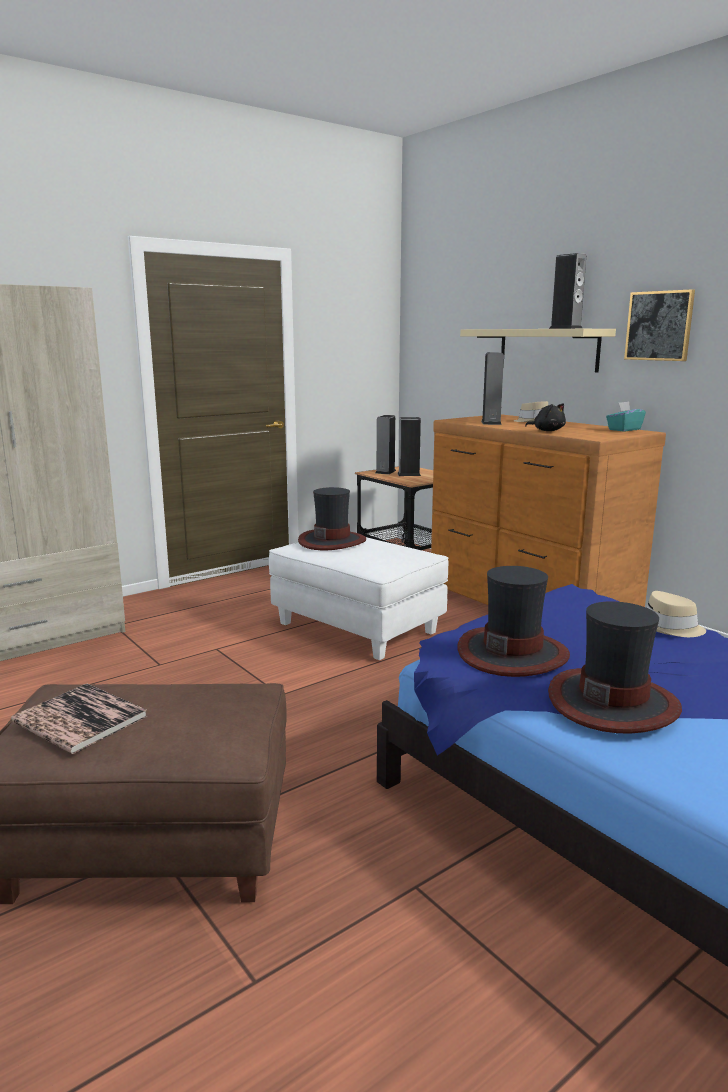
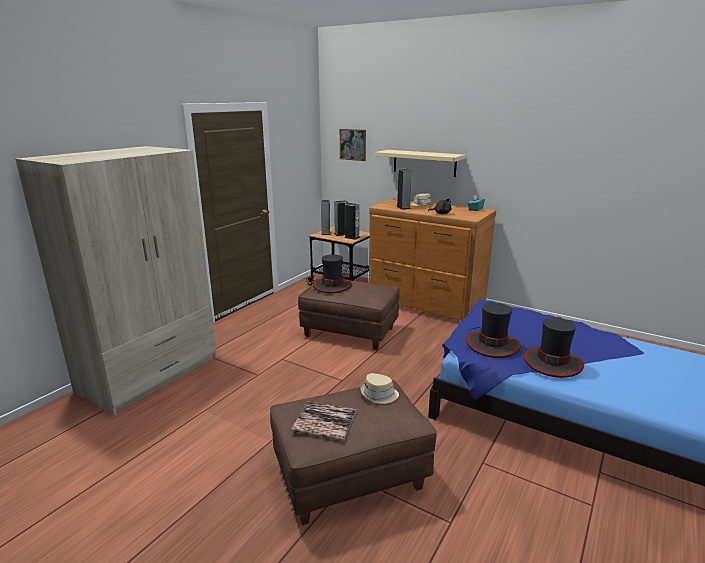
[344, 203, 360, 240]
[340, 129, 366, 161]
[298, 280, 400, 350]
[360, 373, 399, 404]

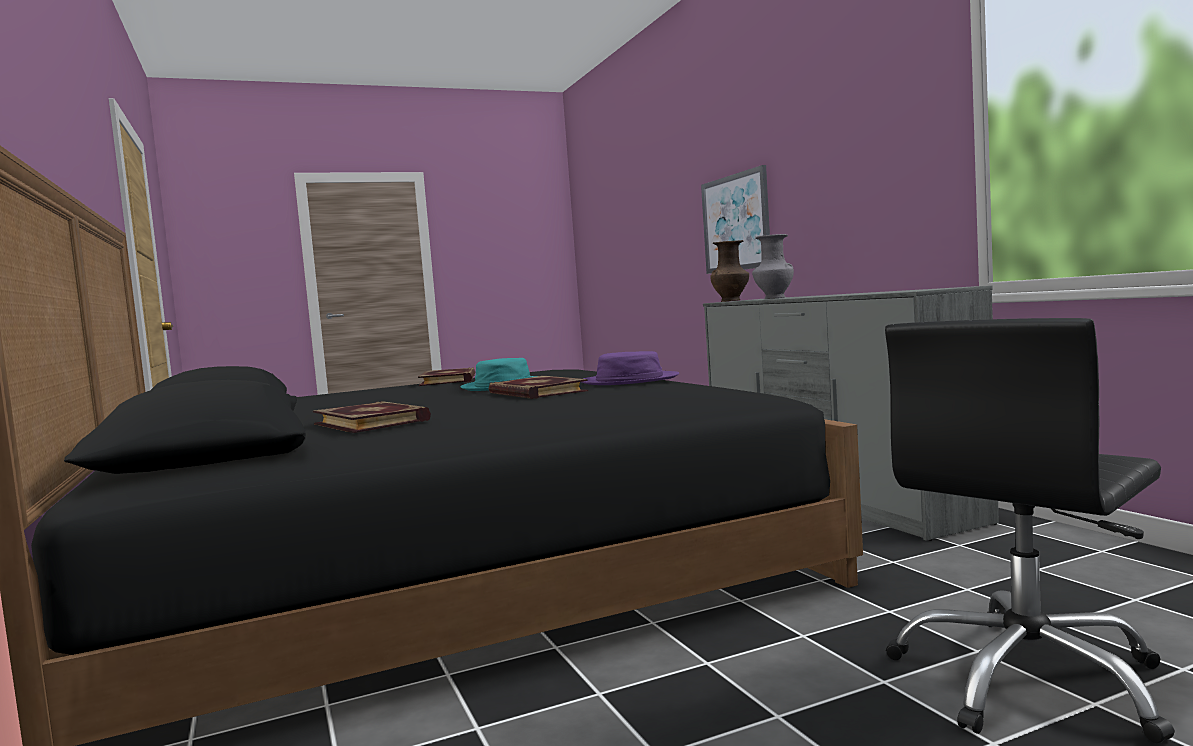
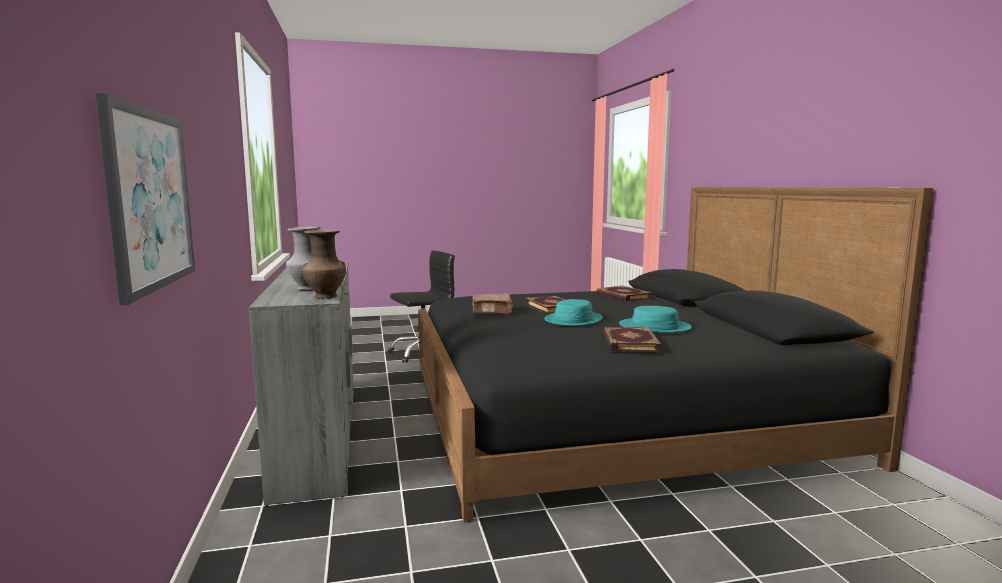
[472, 293, 513, 314]
[619, 306, 692, 333]

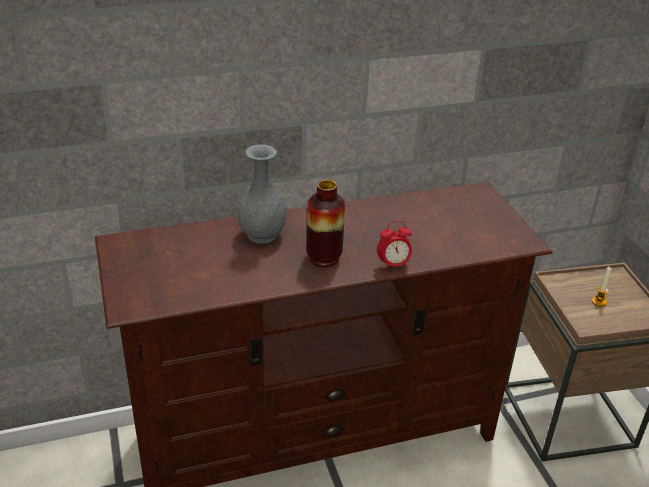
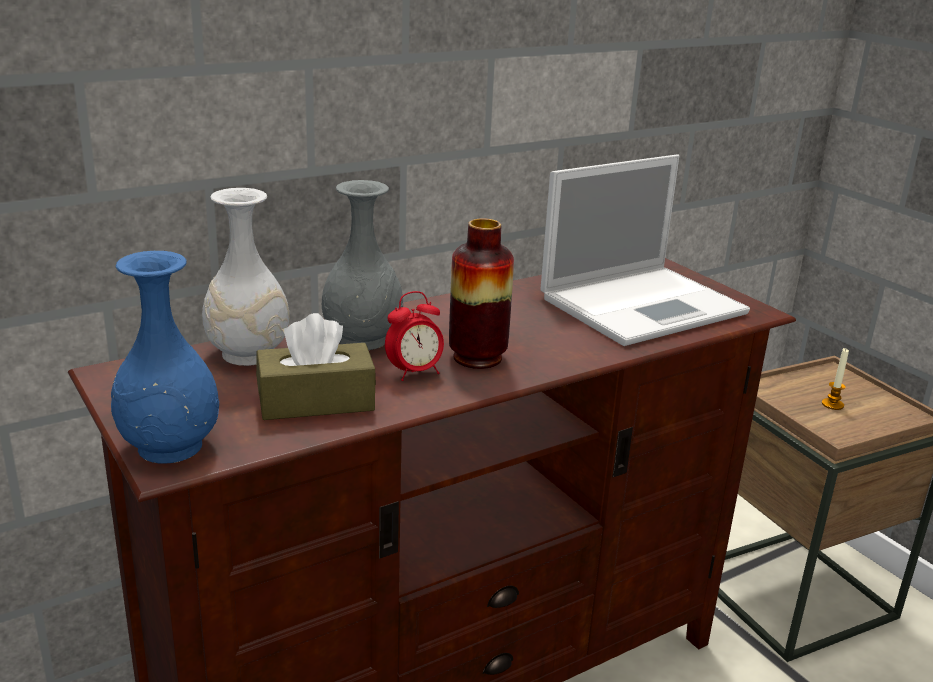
[385, 291, 444, 381]
[540, 154, 750, 346]
[202, 188, 290, 366]
[111, 251, 219, 464]
[256, 313, 376, 420]

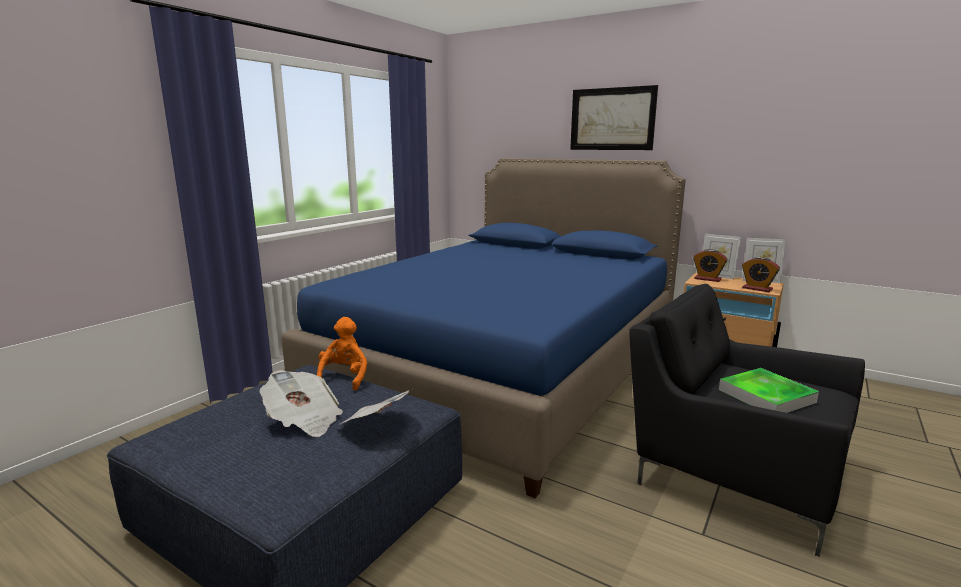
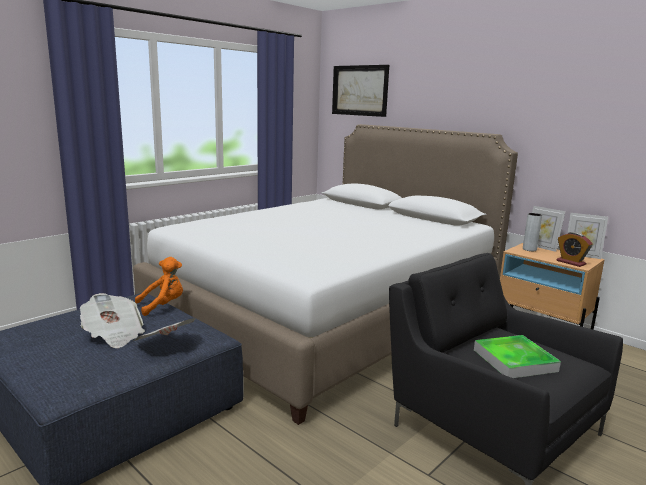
[332, 65, 389, 117]
[133, 124, 518, 425]
[523, 213, 542, 251]
[135, 257, 183, 316]

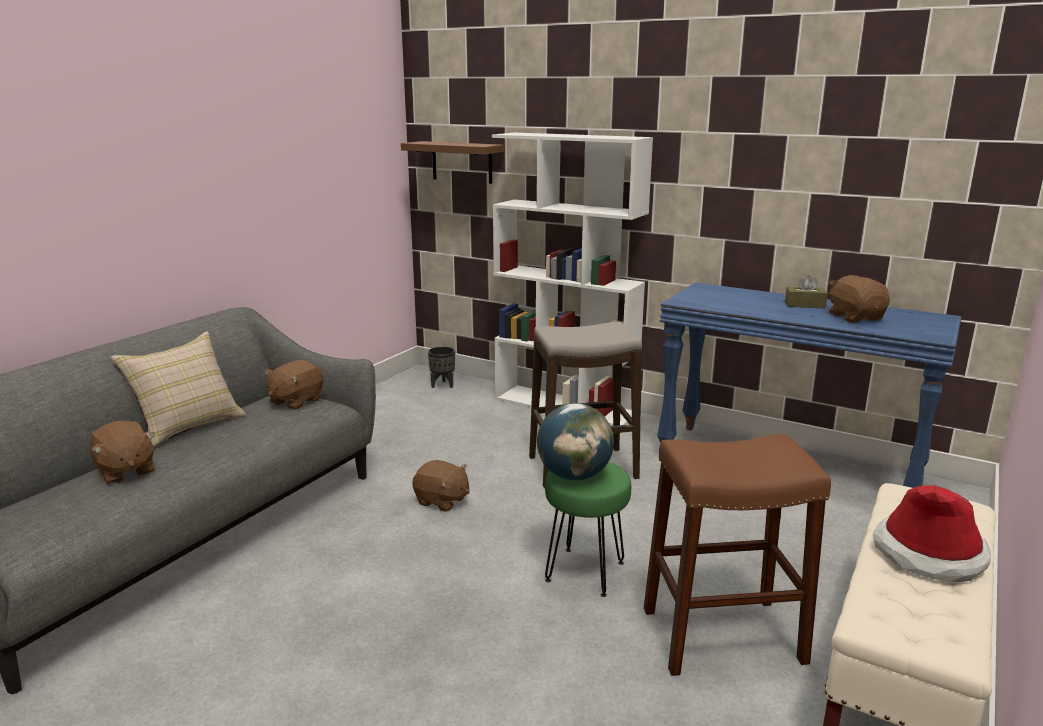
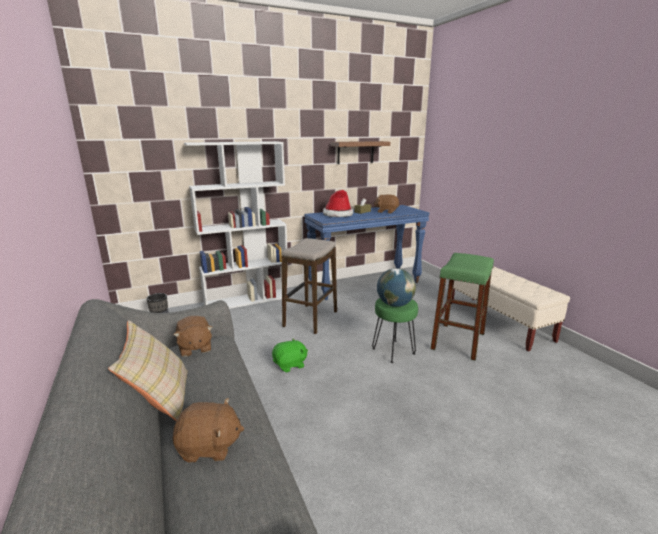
[330, 141, 390, 164]
[431, 253, 494, 361]
[272, 338, 308, 373]
[323, 190, 353, 217]

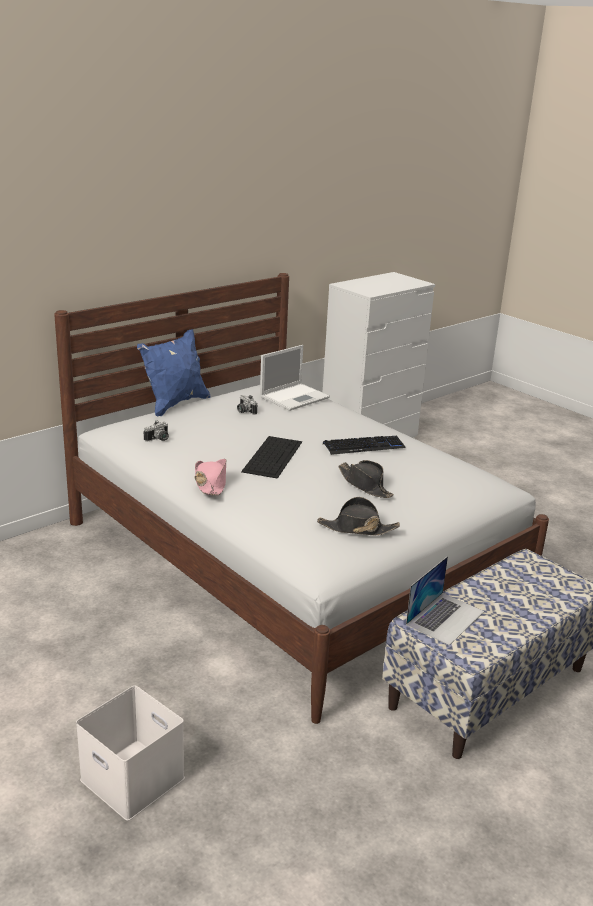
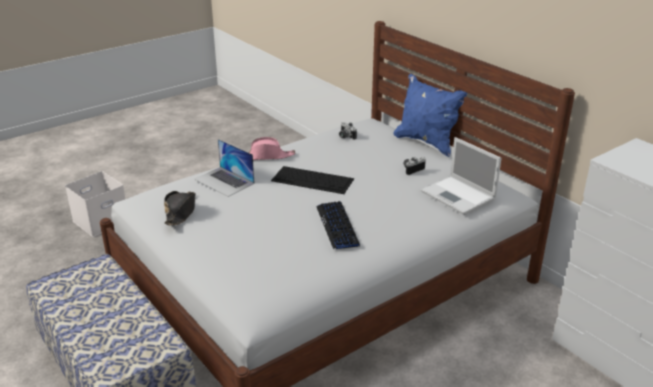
[338, 460, 394, 498] (first image)
[194, 139, 255, 197]

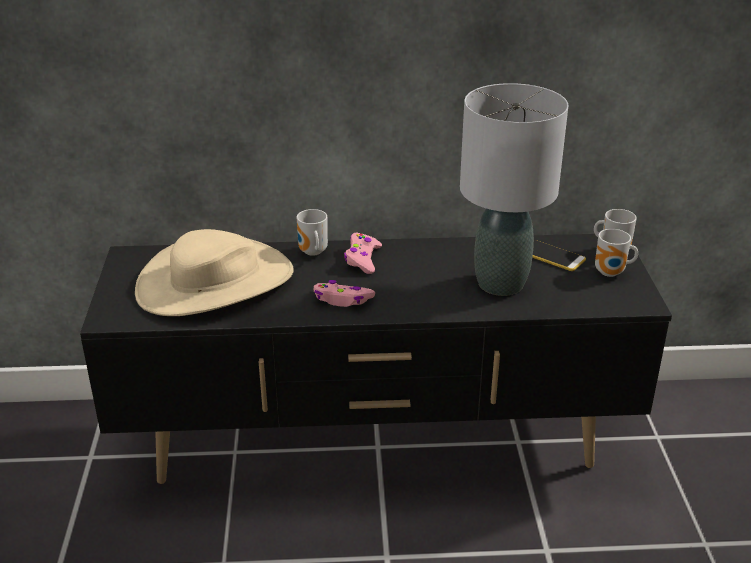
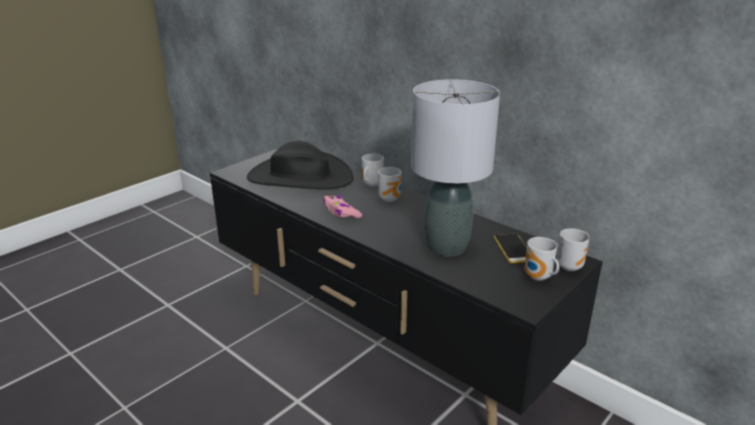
[247, 141, 354, 189]
[378, 167, 401, 202]

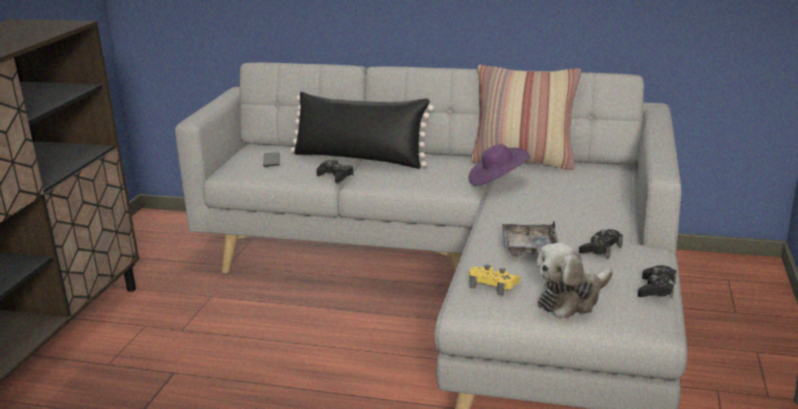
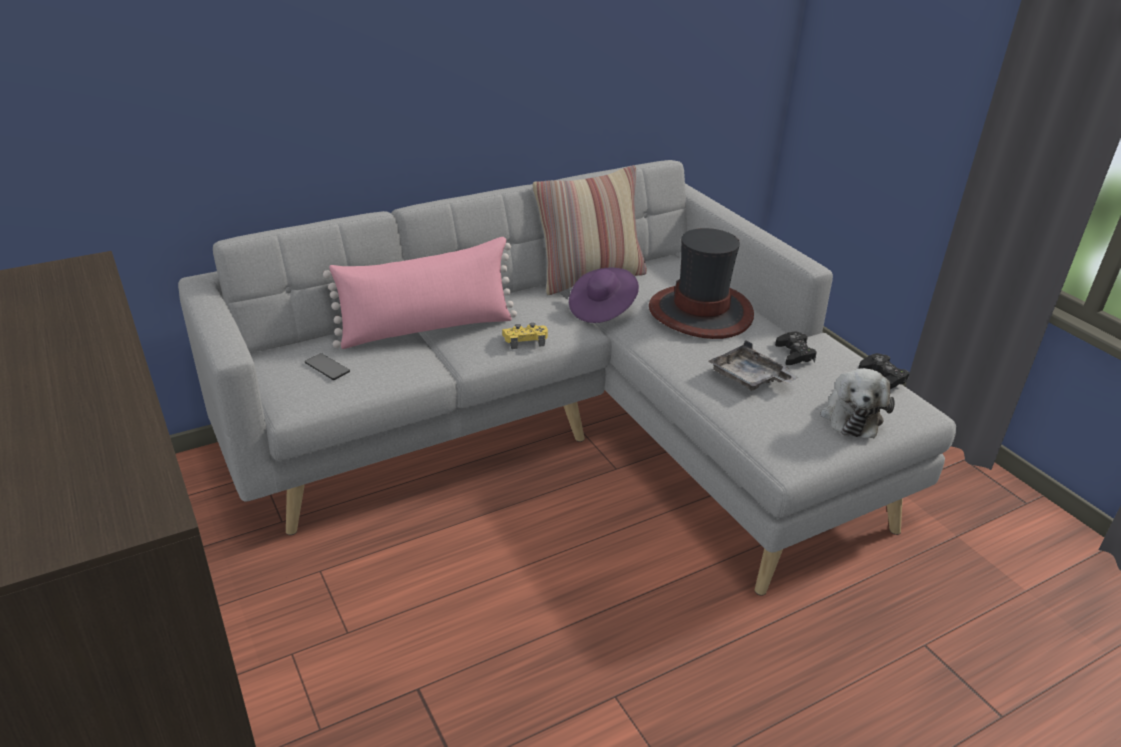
[323, 237, 517, 349]
[316, 160, 354, 183] (first image)
[502, 323, 548, 349]
[649, 228, 754, 339]

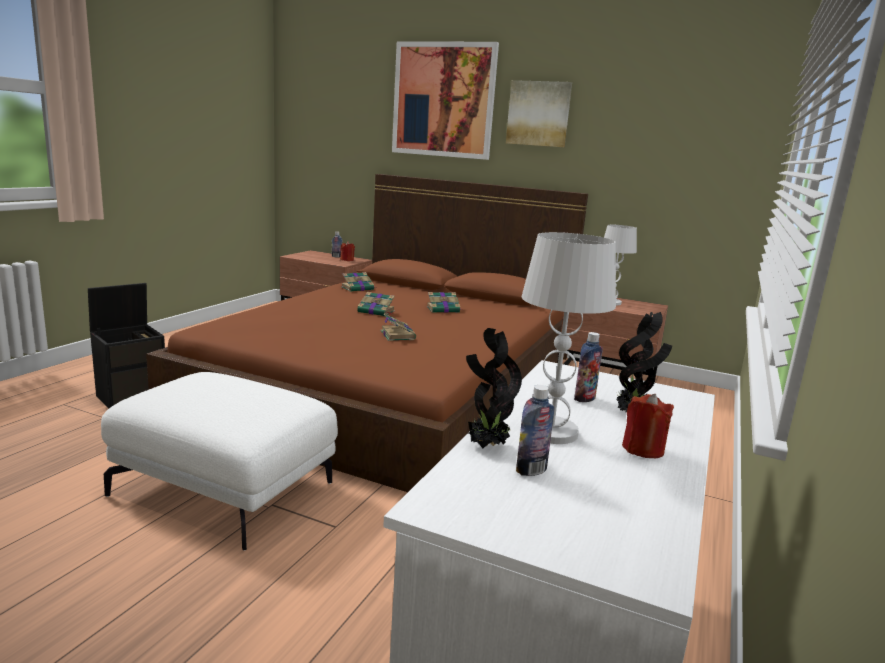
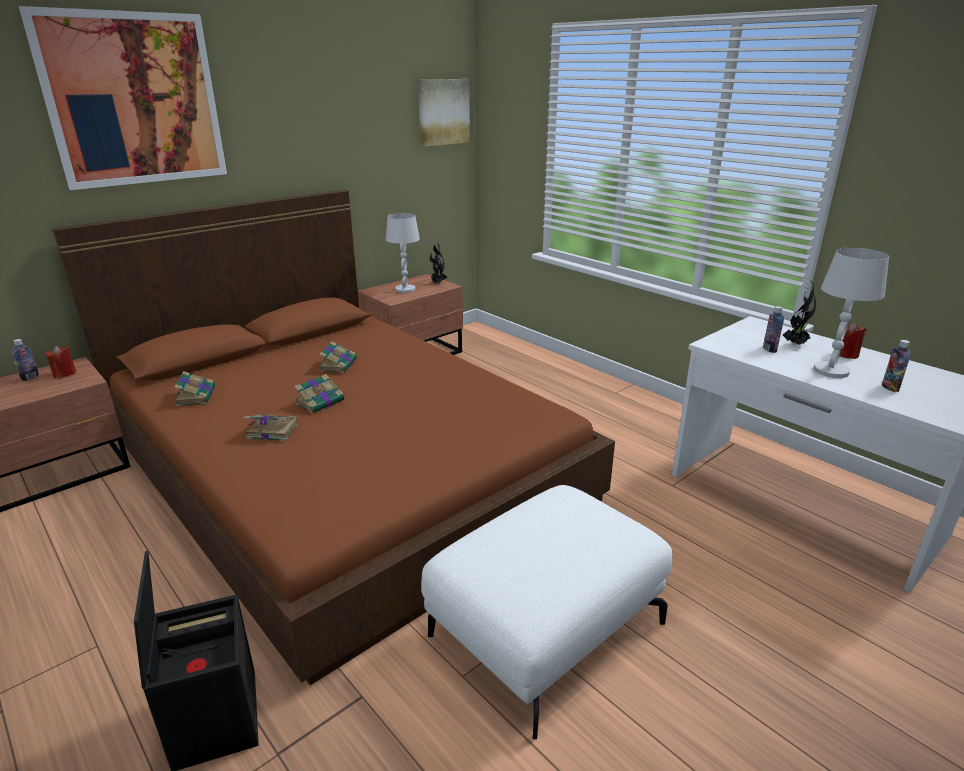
[418, 79, 470, 147]
[244, 414, 298, 441]
[430, 242, 447, 283]

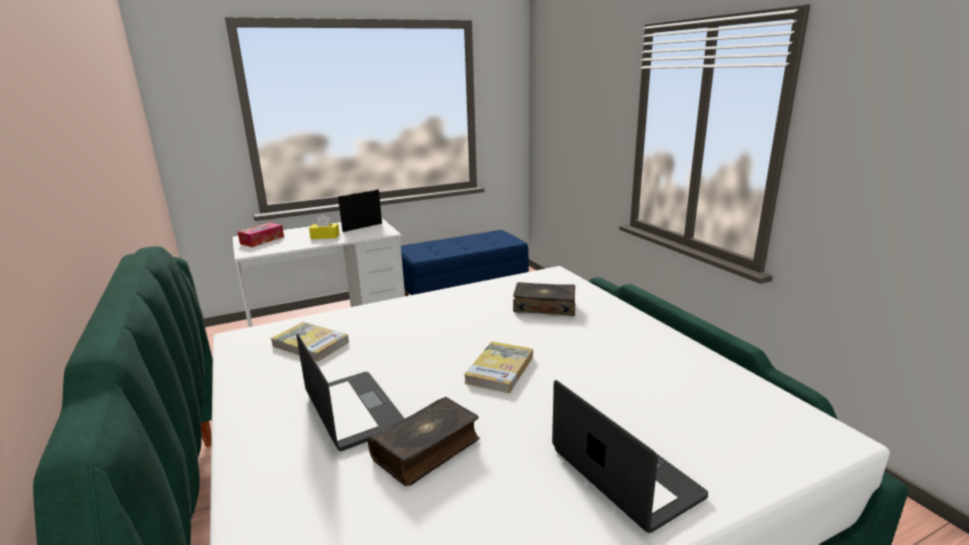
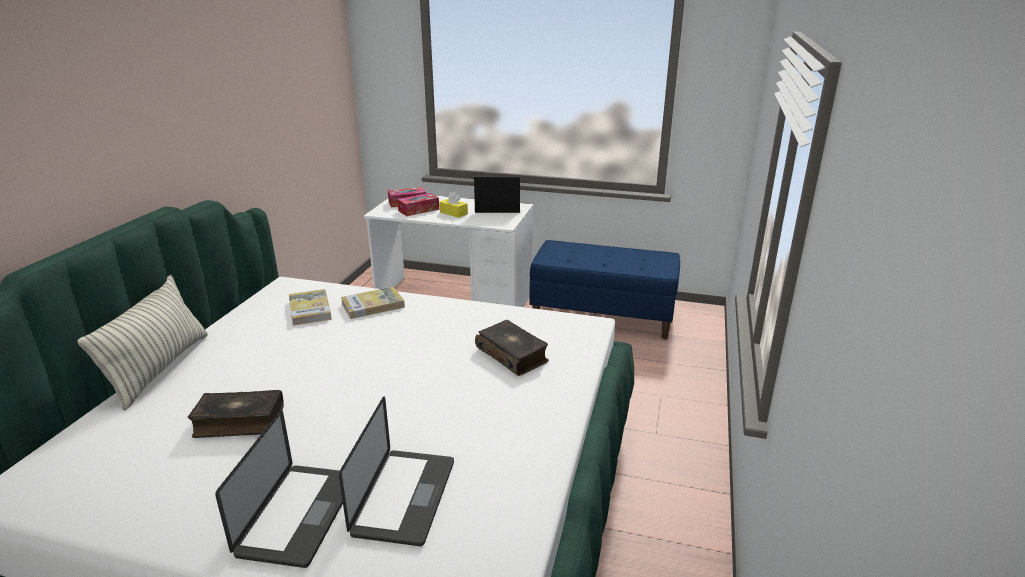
[339, 396, 454, 546]
[341, 287, 405, 319]
[397, 193, 439, 216]
[77, 275, 208, 410]

